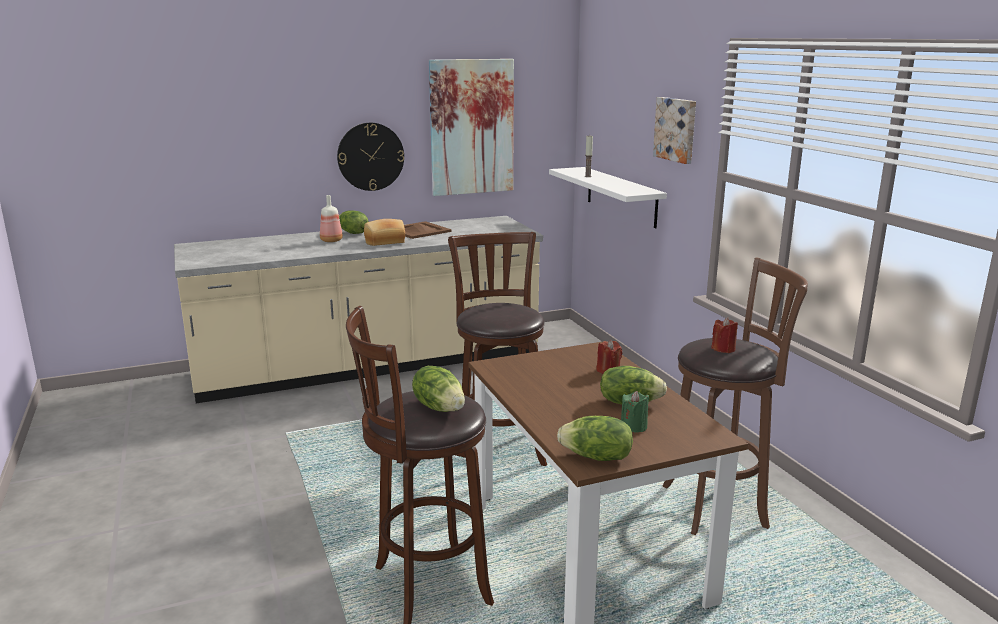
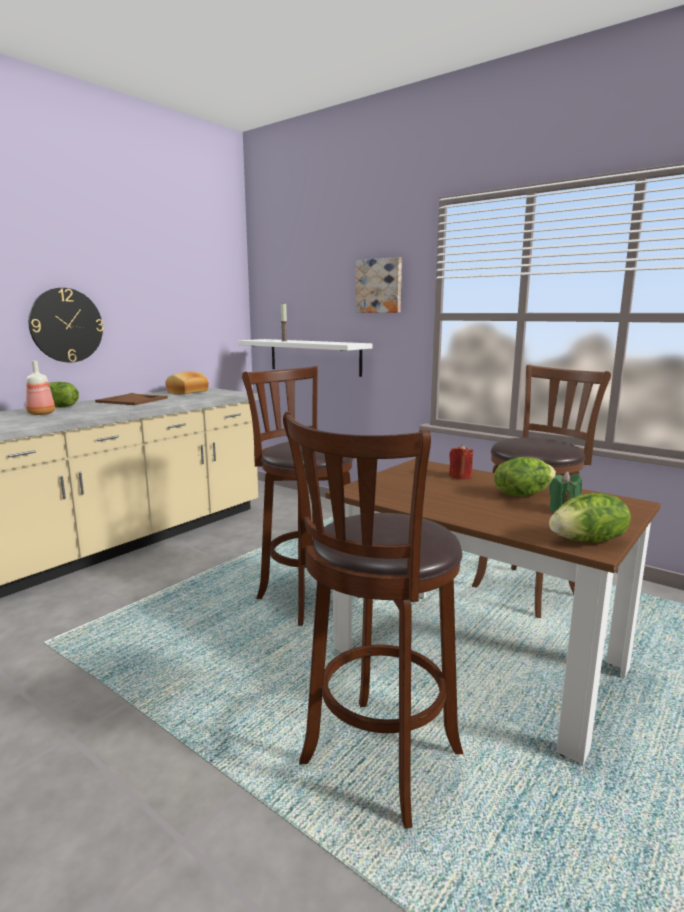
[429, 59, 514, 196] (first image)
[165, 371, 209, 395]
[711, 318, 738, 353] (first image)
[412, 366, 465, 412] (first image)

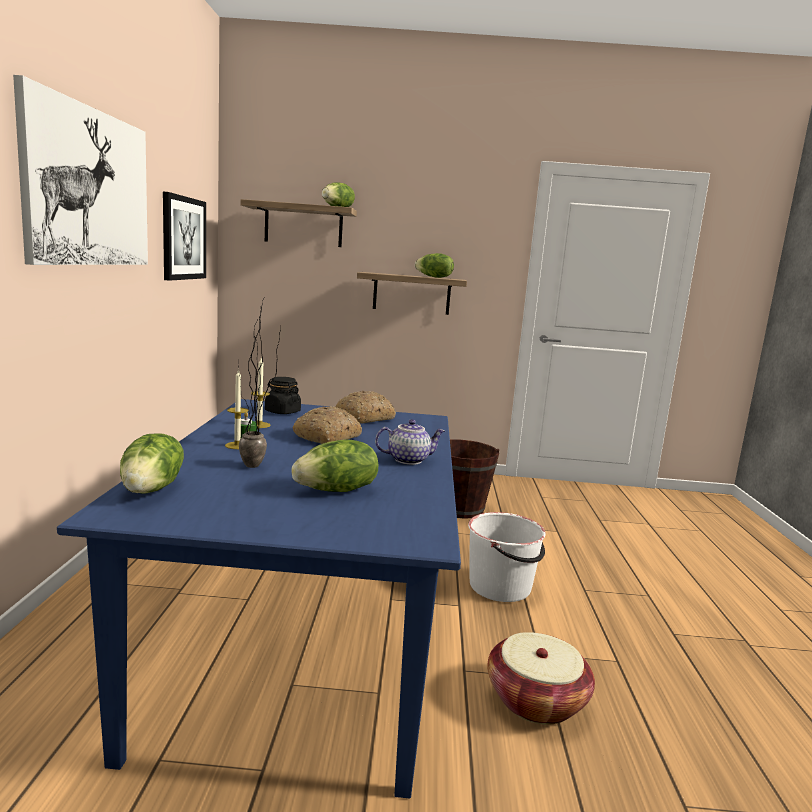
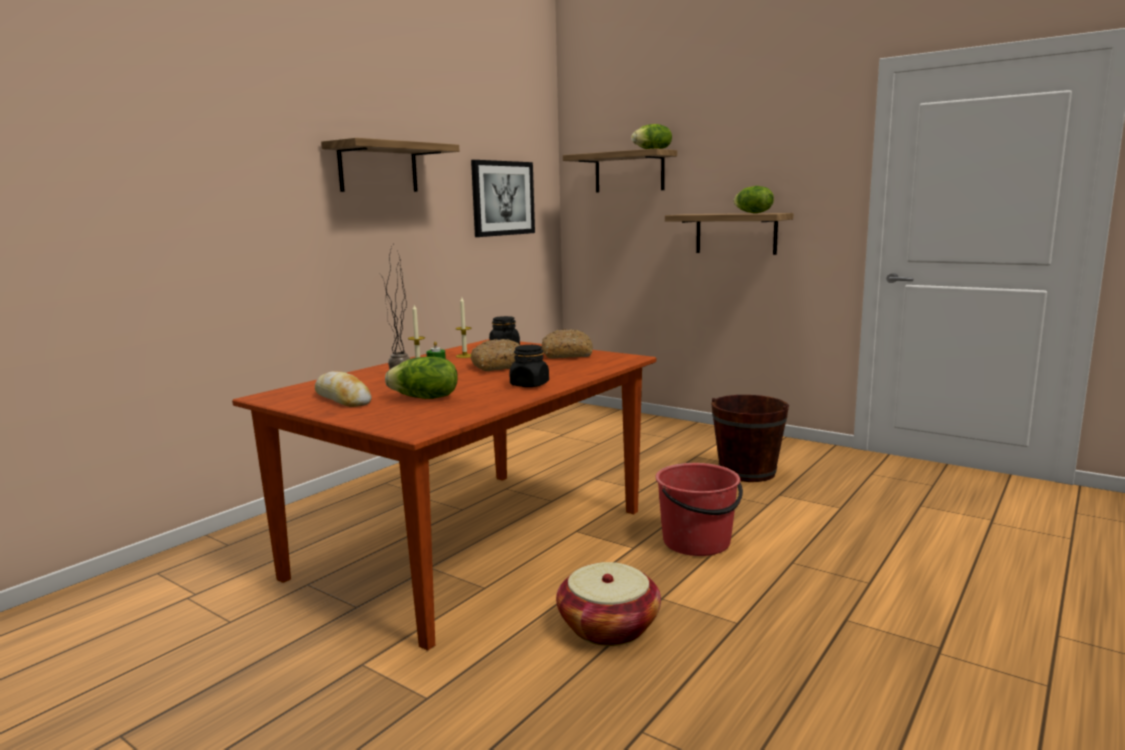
[321, 138, 459, 192]
[232, 339, 656, 651]
[509, 345, 549, 387]
[120, 433, 184, 494] (first image)
[655, 463, 743, 556]
[315, 371, 372, 407]

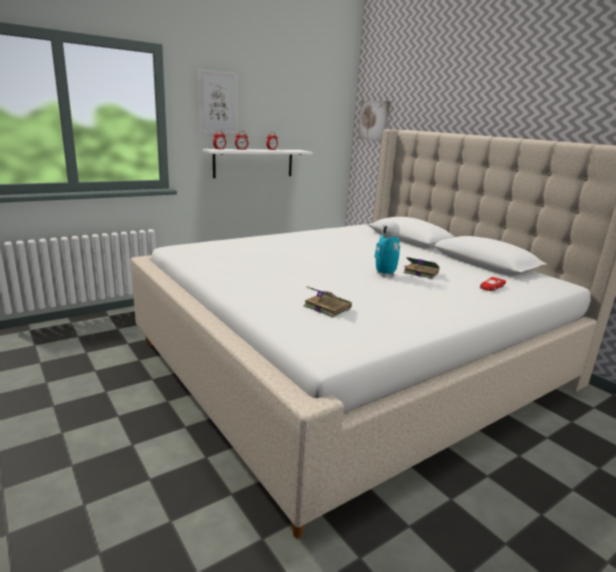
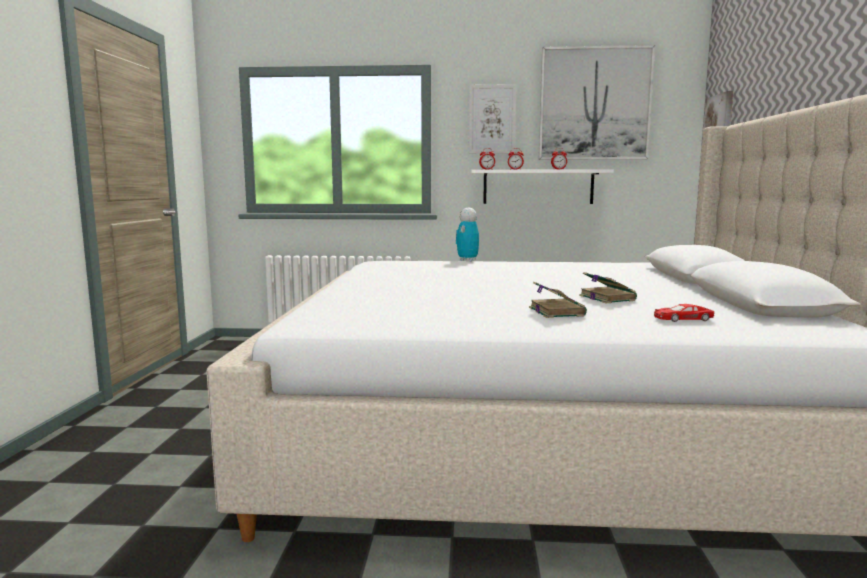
[456, 208, 479, 262]
[529, 282, 587, 318]
[539, 45, 655, 160]

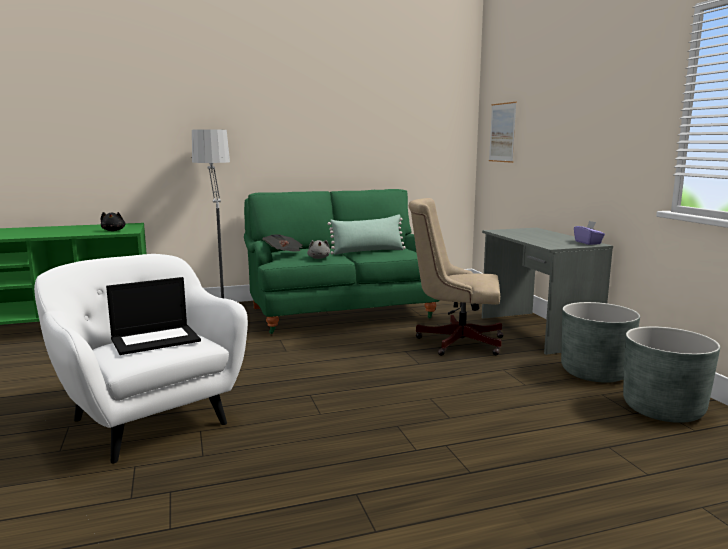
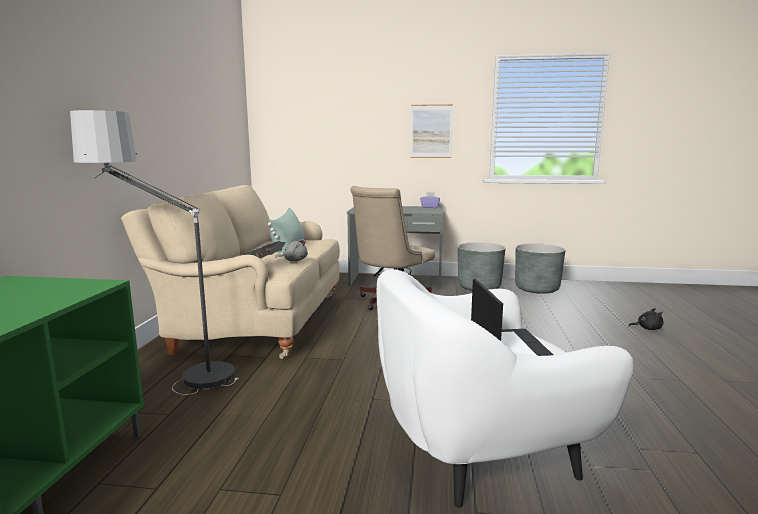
[410, 104, 453, 158]
[121, 185, 340, 359]
[629, 308, 663, 330]

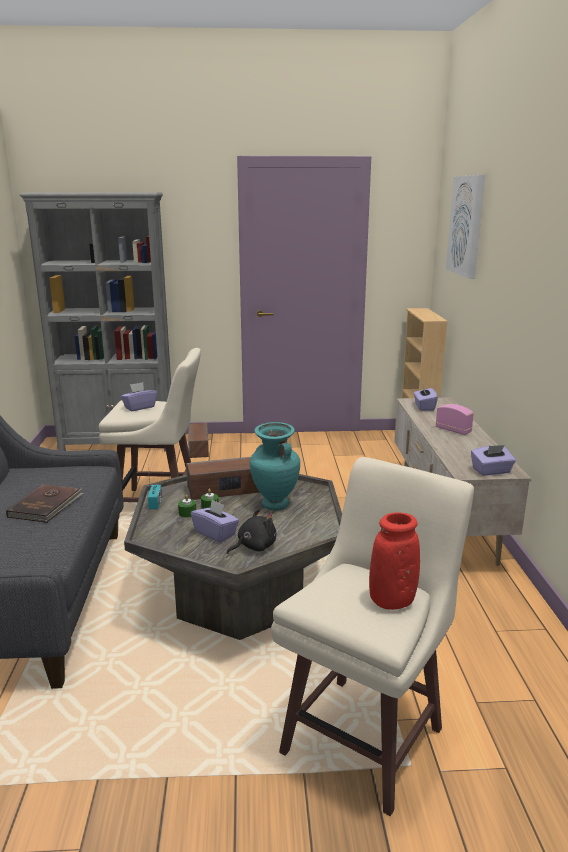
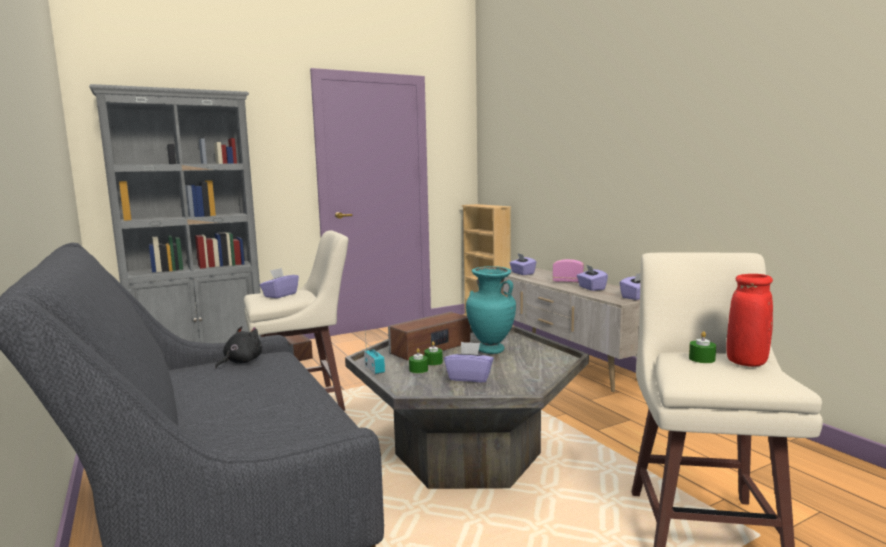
[446, 175, 485, 279] (first image)
[6, 484, 84, 523] (first image)
[215, 326, 262, 369]
[577, 265, 608, 291]
[689, 331, 716, 363]

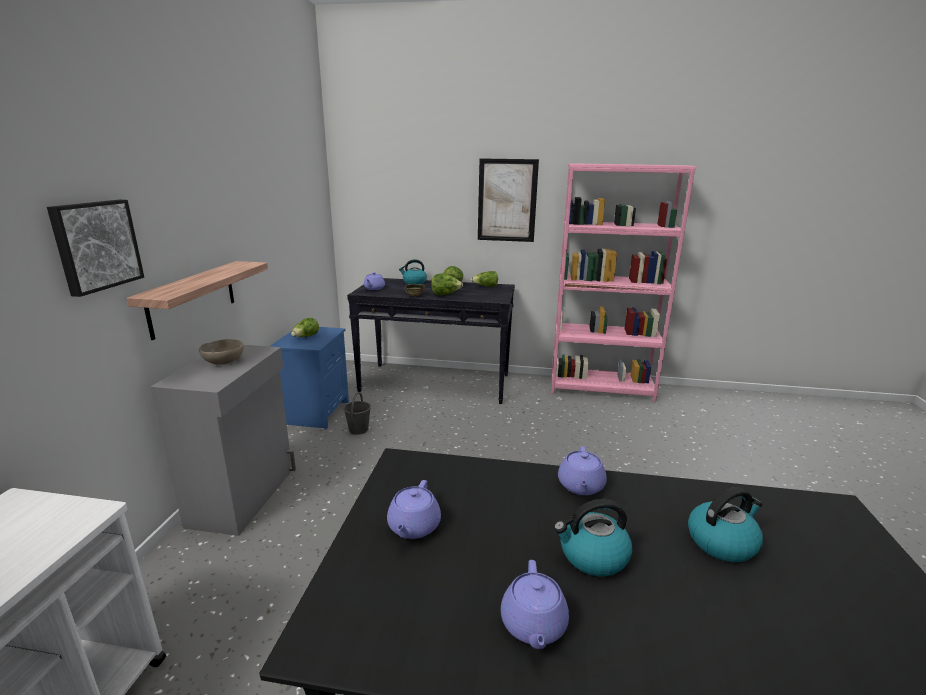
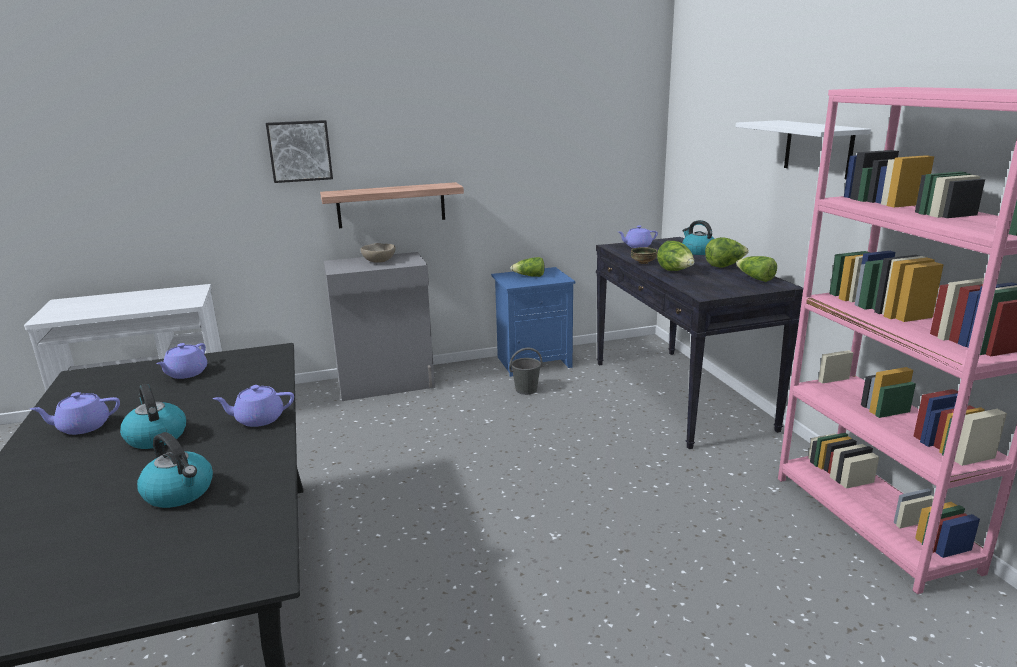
[736, 120, 871, 179]
[156, 343, 207, 379]

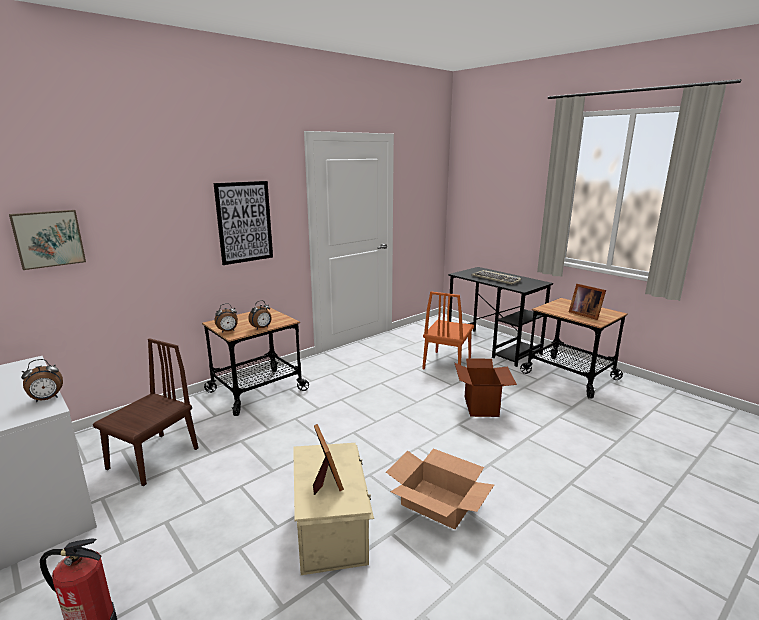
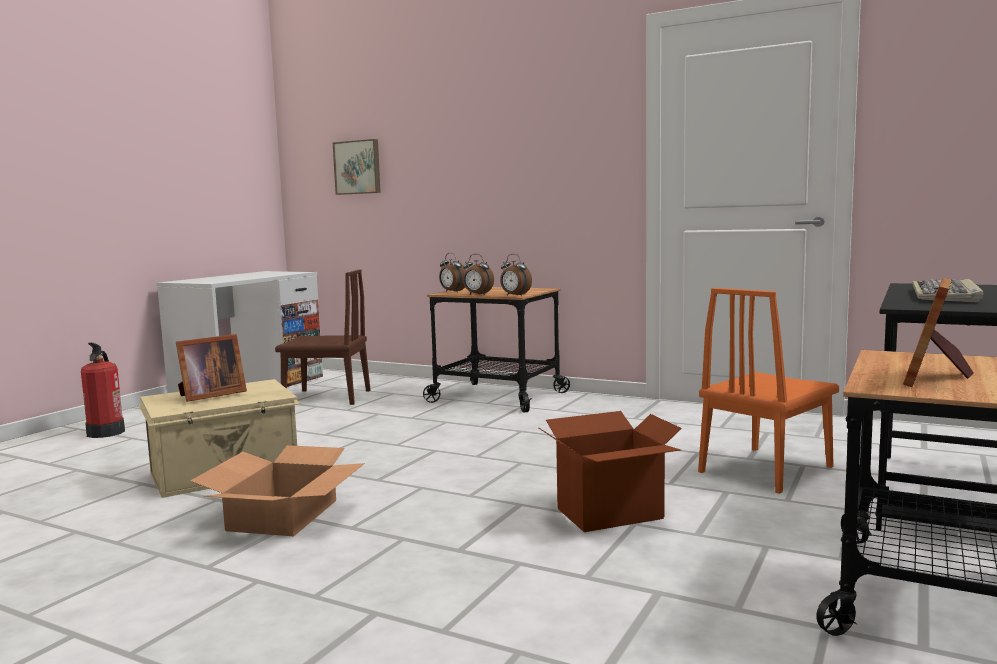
[214, 181, 273, 265] (first image)
[698, 288, 839, 494]
[500, 254, 532, 296]

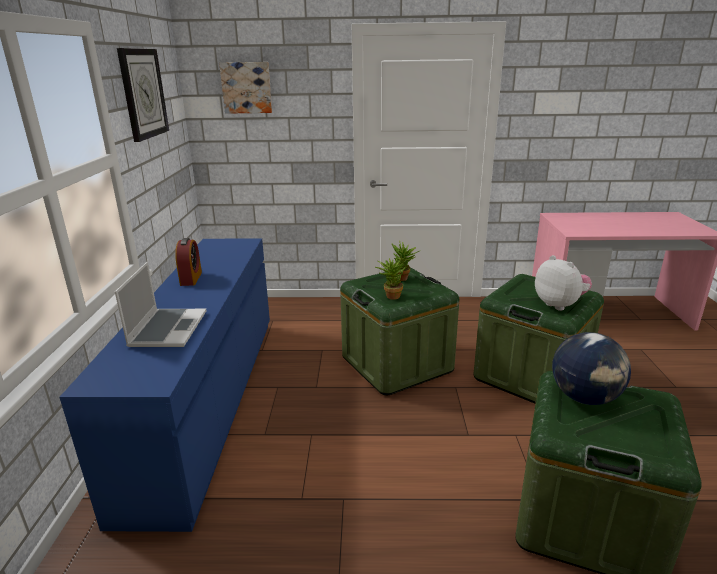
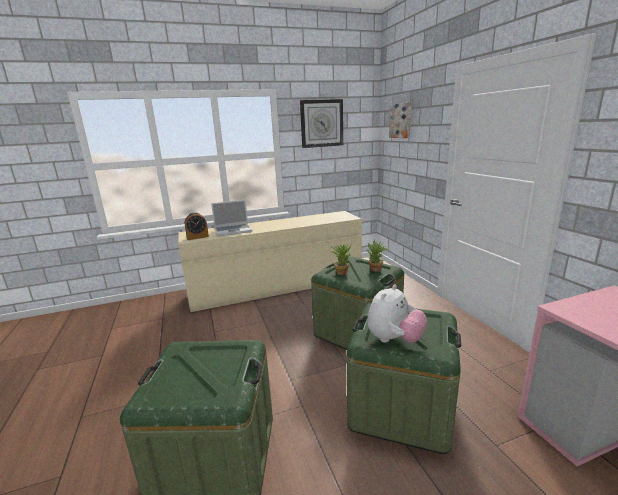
[178, 211, 362, 312]
[185, 212, 209, 240]
[552, 332, 631, 405] (first image)

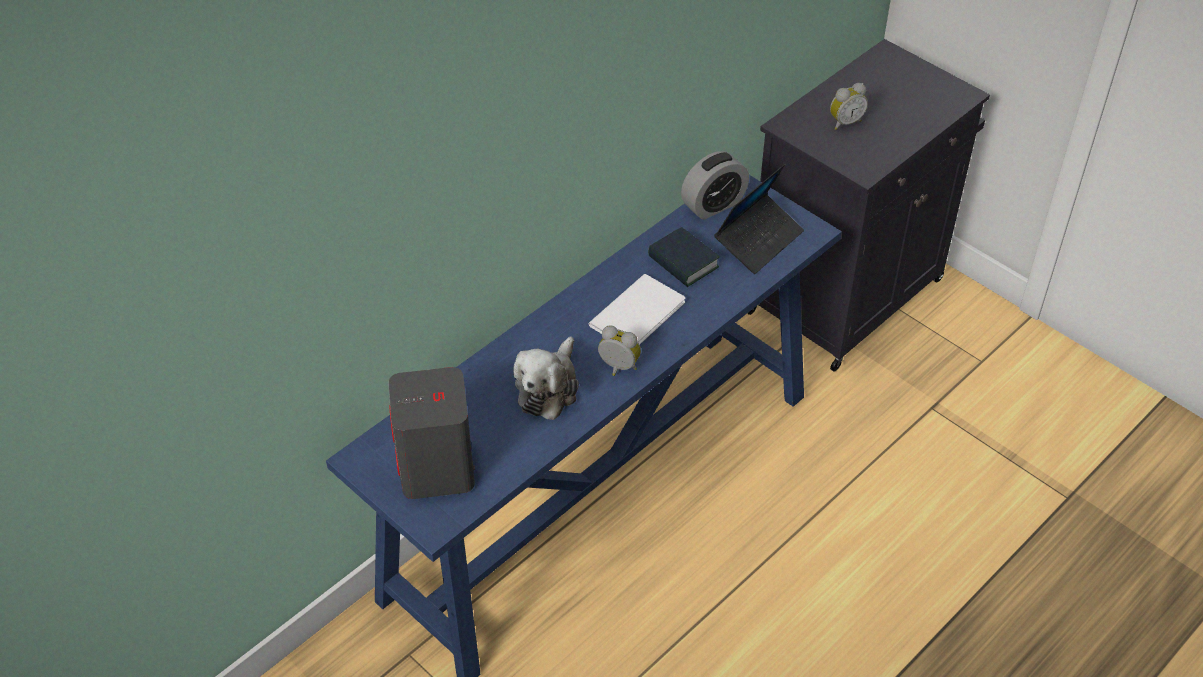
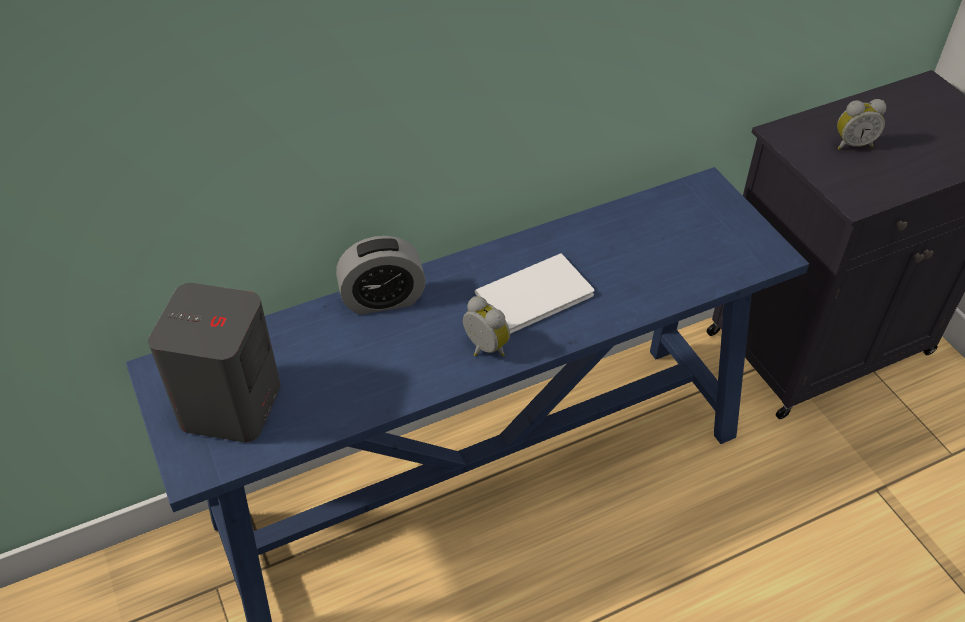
[336, 236, 426, 315]
[714, 164, 804, 274] (first image)
[648, 227, 719, 287] (first image)
[513, 336, 579, 420] (first image)

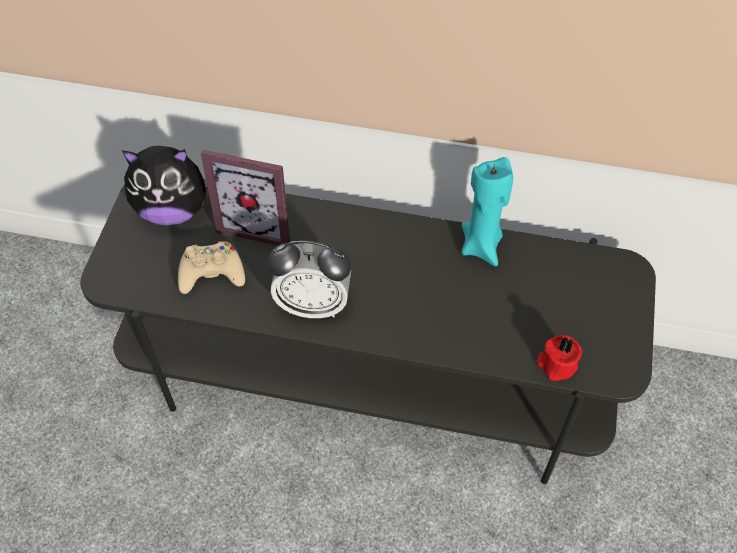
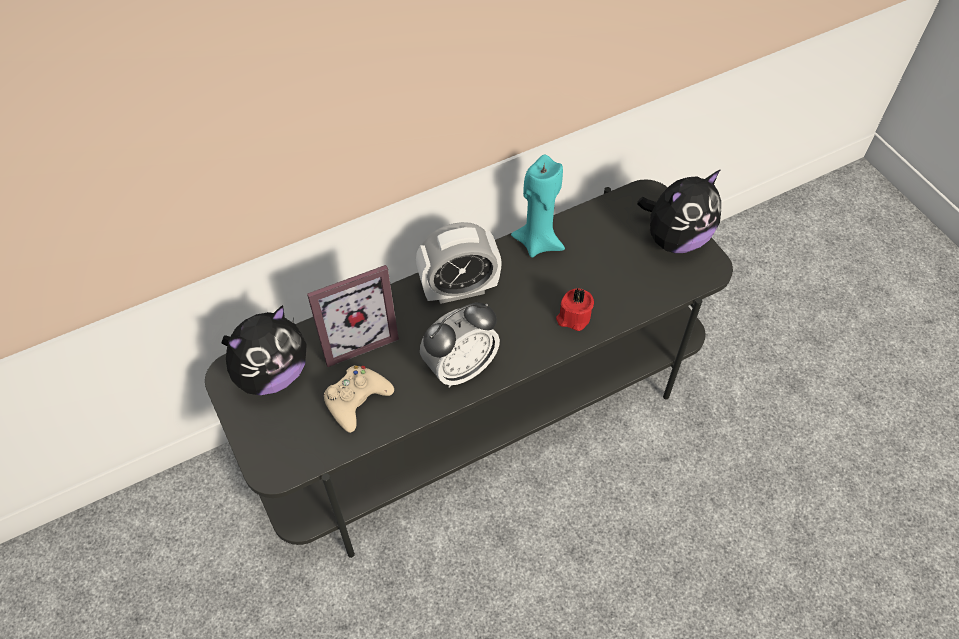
[556, 288, 594, 331]
[637, 169, 721, 253]
[416, 222, 502, 304]

